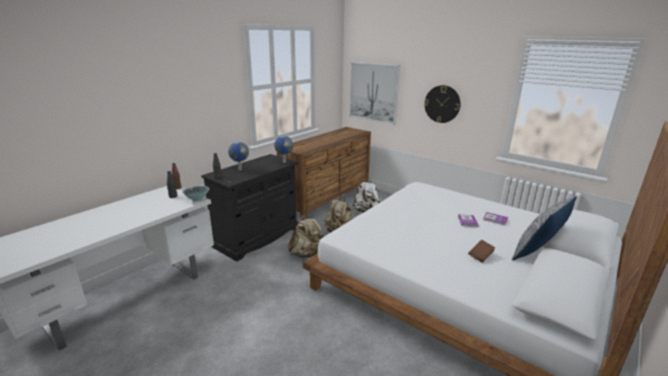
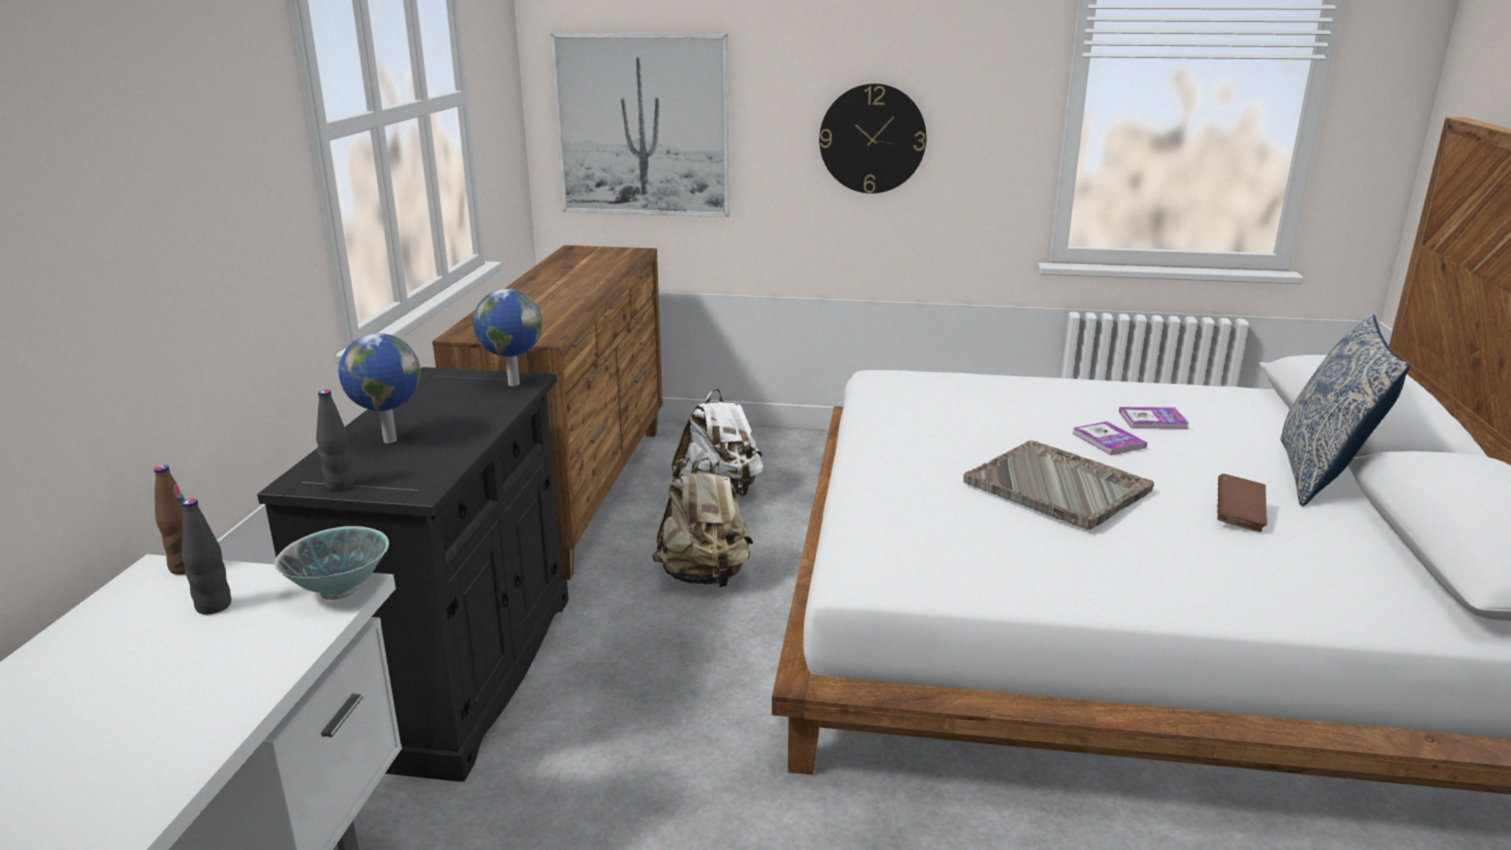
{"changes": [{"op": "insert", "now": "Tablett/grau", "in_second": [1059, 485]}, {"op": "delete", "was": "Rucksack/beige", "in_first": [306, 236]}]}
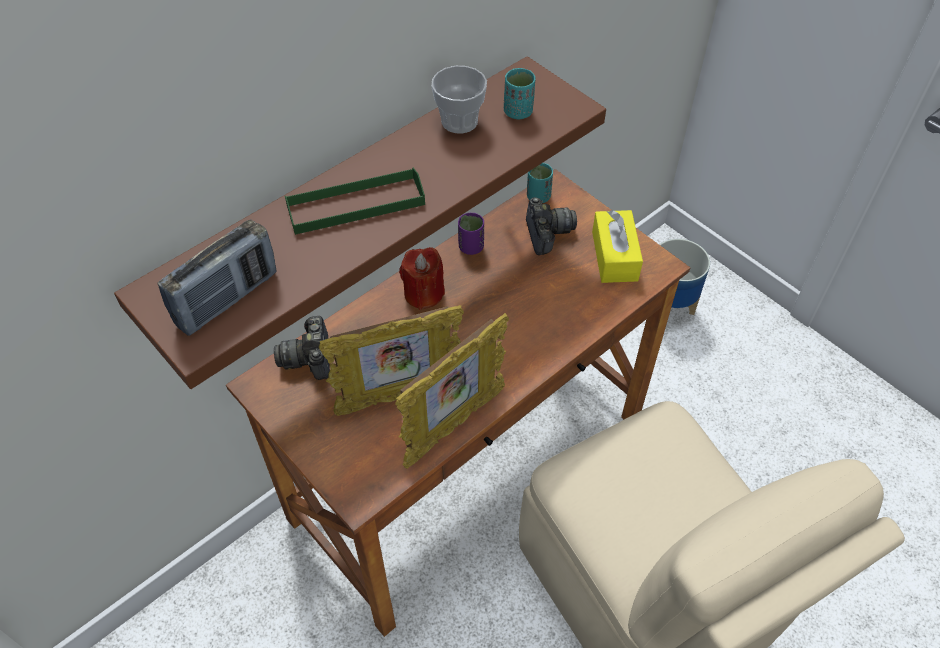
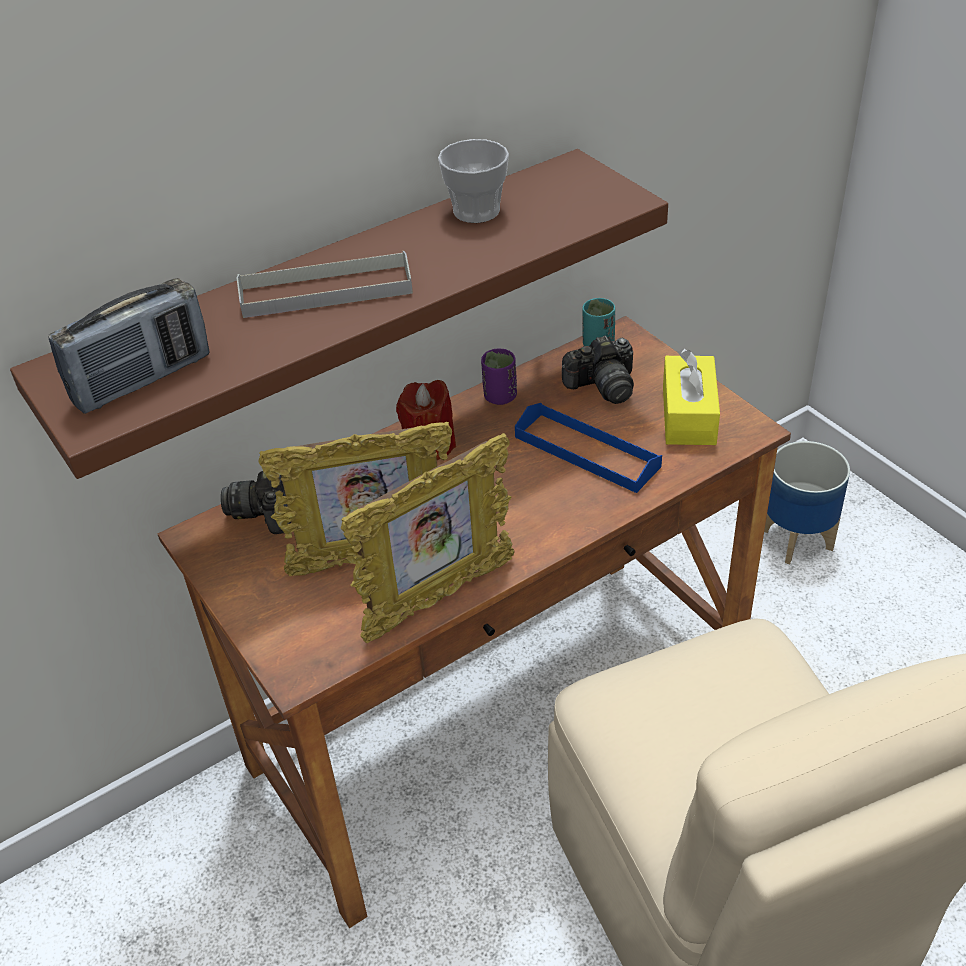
{"changes": [{"op": "recolor", "was": "Tablett/grün", "now": "Tablett/grau", "in_first": [355, 201], "in_second": [325, 284]}, {"op": "insert", "now": "Tablett/blau", "in_second": [588, 448]}, {"op": "rotate", "was": "Kamera", "in_first": [551, 226], "in_second": [598, 370], "clockwise": 75}, {"op": "delete", "was": "Tasse/türkis", "in_first": [519, 93]}]}
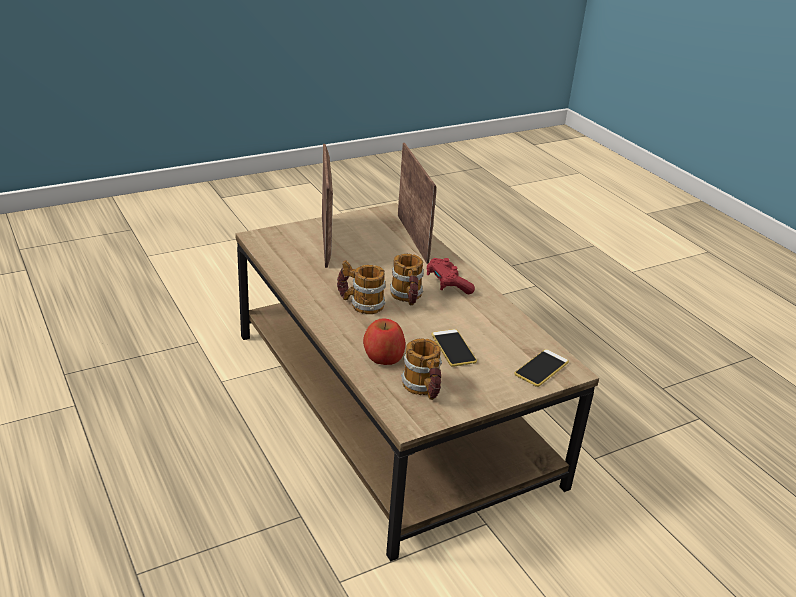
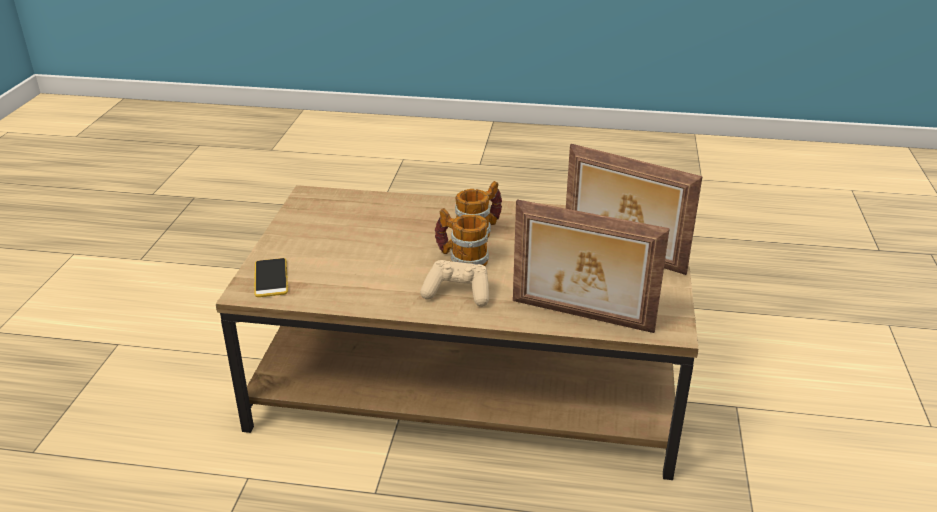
{"changes": [{"op": "recolor", "was": "Gamepad/rot", "now": "Gamepad/beige", "in_first": [451, 276], "in_second": [454, 283]}, {"op": "delete", "was": "Apfel", "in_first": [384, 341]}, {"op": "delete", "was": "Henkelbecher", "in_first": [421, 369]}, {"op": "delete", "was": "Handy", "in_first": [454, 348]}]}
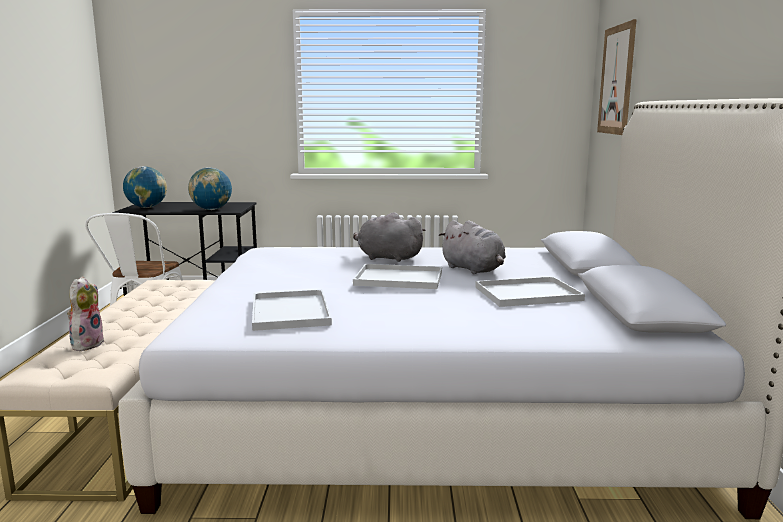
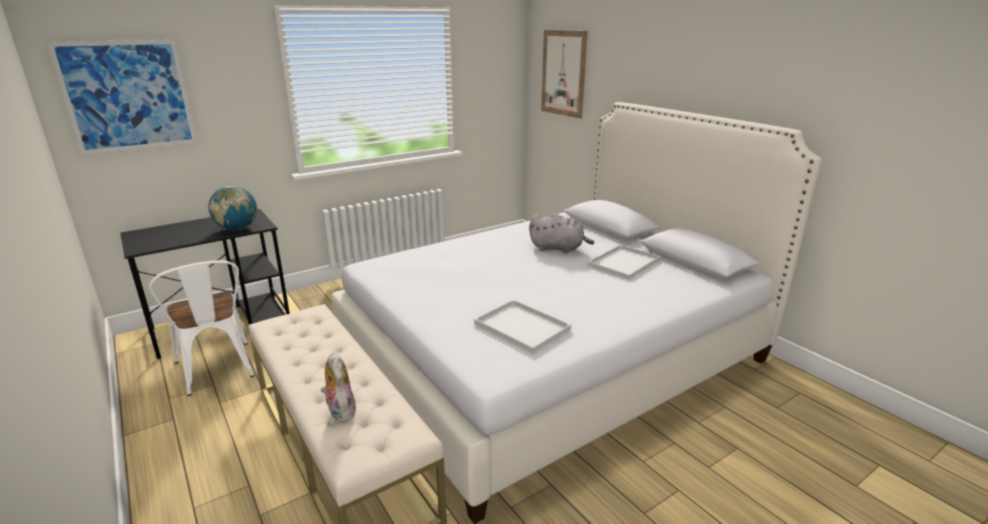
{"changes": [{"op": "insert", "now": "Bild", "in_second": [122, 97]}, {"op": "delete", "was": "Globus", "in_first": [145, 187]}, {"op": "delete", "was": "Plüschtier/grau", "in_first": [389, 237]}, {"op": "delete", "was": "Tablett/weiß", "in_first": [397, 276]}]}
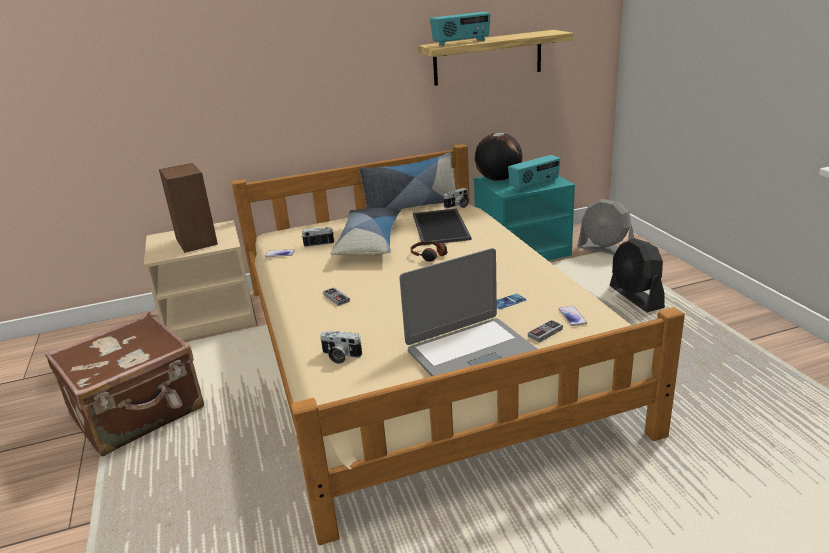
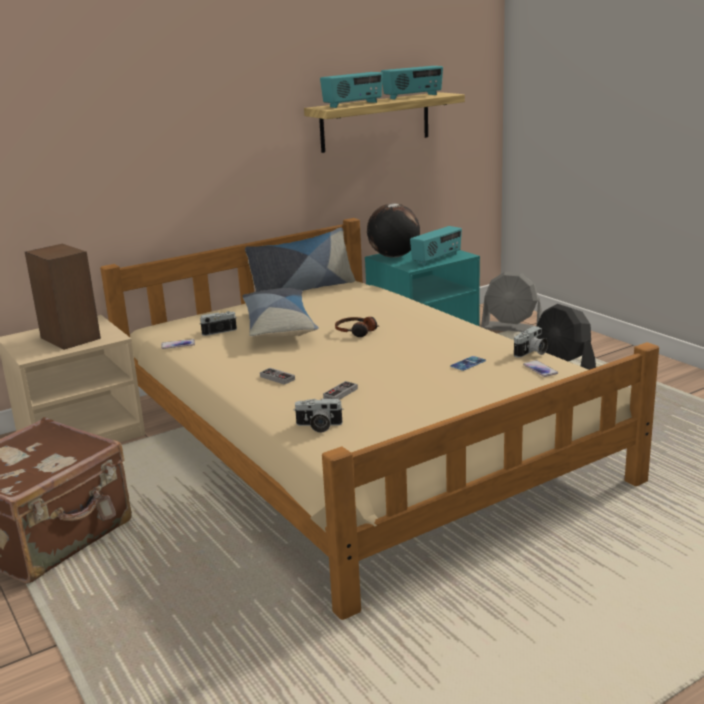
{"changes": [{"op": "move", "was": "Gamepad", "in_first": [545, 331], "in_second": [340, 390]}, {"op": "insert", "now": "Radio", "in_second": [412, 82]}, {"op": "move", "was": "Kamera", "in_first": [456, 198], "in_second": [531, 342]}, {"op": "delete", "was": "Laptop", "in_first": [468, 312]}, {"op": "delete", "was": "Tablett", "in_first": [442, 226]}]}
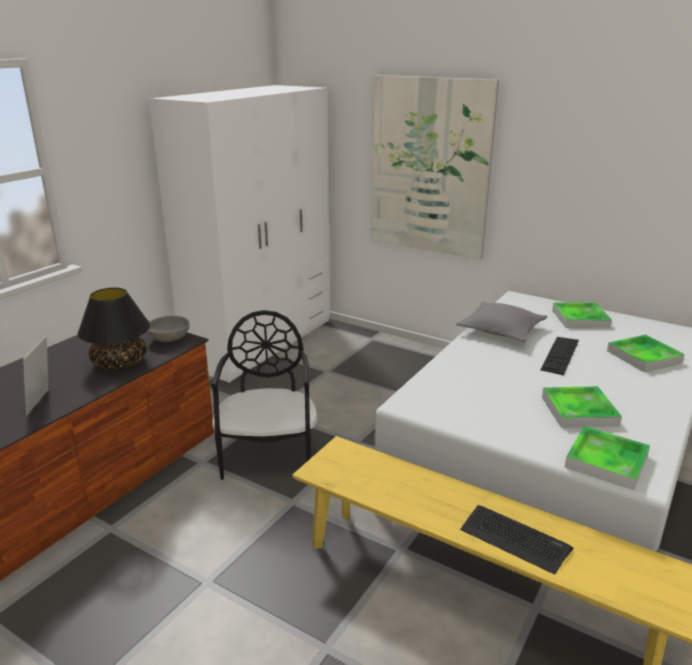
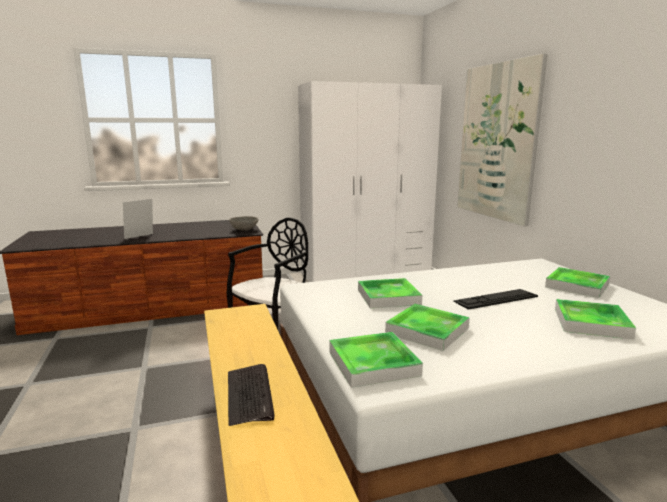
{"changes": [{"op": "insert", "now": "Tablett", "in_second": [390, 293]}, {"op": "delete", "was": "Tischlampe/schwarz", "in_first": [114, 328]}, {"op": "delete", "was": "Kissen/grau", "in_first": [501, 322]}]}
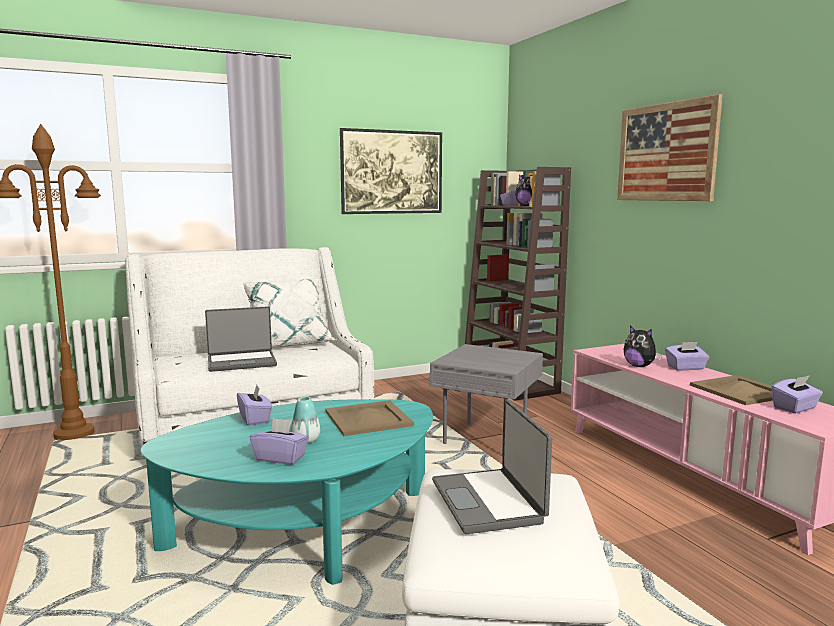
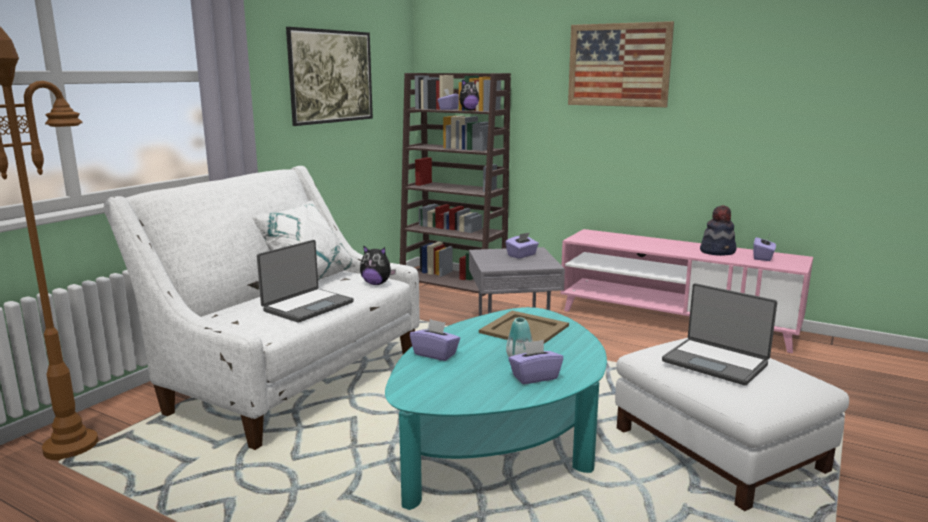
{"changes": [{"op": "move", "was": "Plüschtier", "in_first": [642, 346], "in_second": [378, 265]}, {"op": "move", "was": "Taschentuchbox/lila", "in_first": [687, 356], "in_second": [522, 245]}, {"op": "replace", "was": "Tablett/beige", "now": "Hut", "in_first": [731, 390], "in_second": [718, 230]}]}
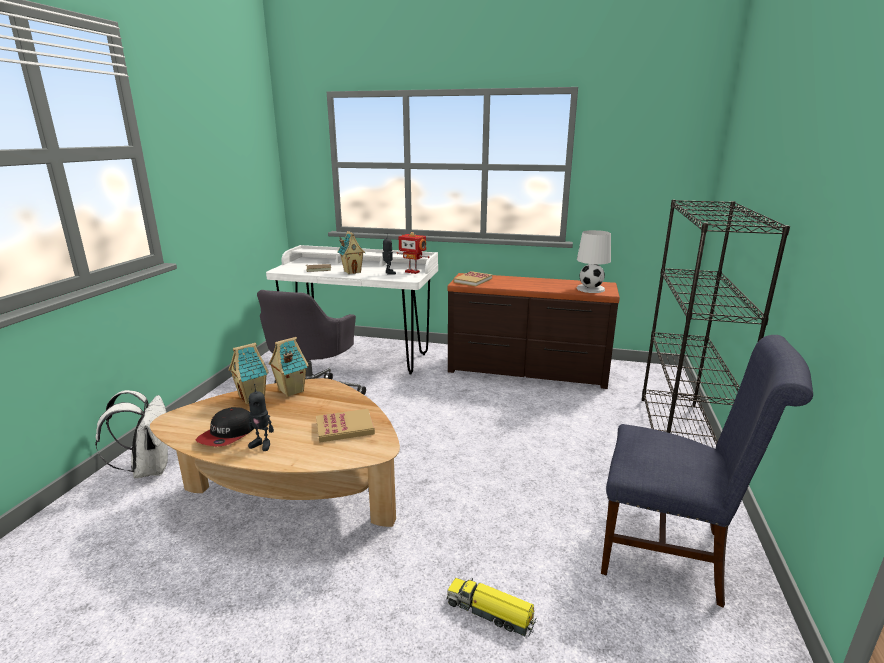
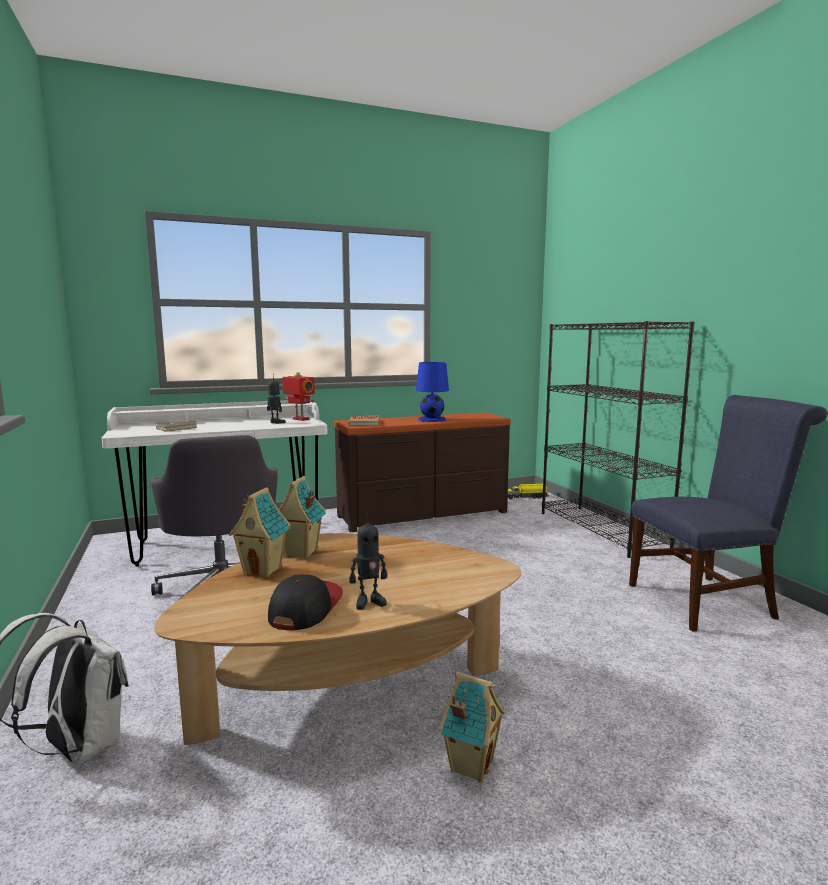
{"changes": [{"op": "rotate", "was": "Kappe", "in_first": [224, 427], "in_second": [305, 602], "clockwise": -150}, {"op": "rotate", "was": "Spielzeugroboter", "in_first": [413, 253], "in_second": [298, 396], "clockwise": -135}, {"op": "insert", "now": "Tischlampe/blau", "in_second": [432, 392]}, {"op": "move", "was": "Spielzeughaus", "in_first": [351, 252], "in_second": [472, 727]}, {"op": "move", "was": "Spielzeuglaster", "in_first": [492, 607], "in_second": [528, 492]}, {"op": "delete", "was": "Buch", "in_first": [345, 426]}, {"op": "delete", "was": "Tischlampe/weiß", "in_first": [594, 261]}]}
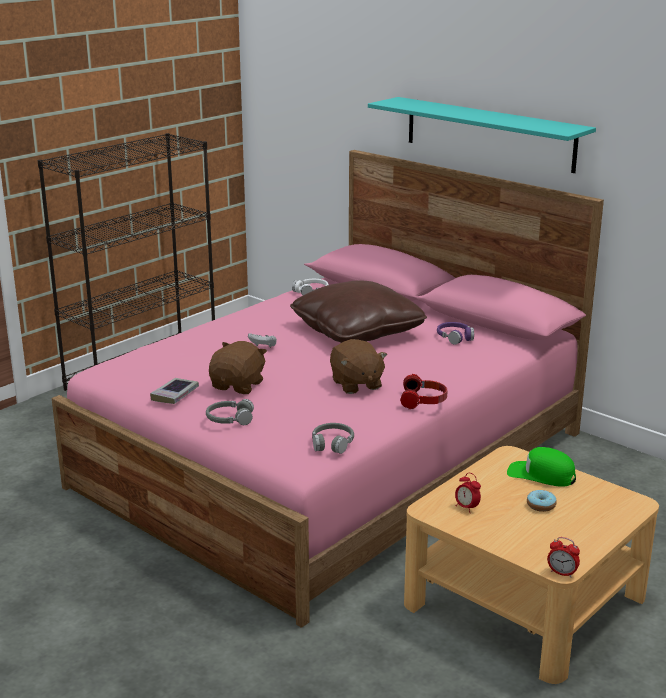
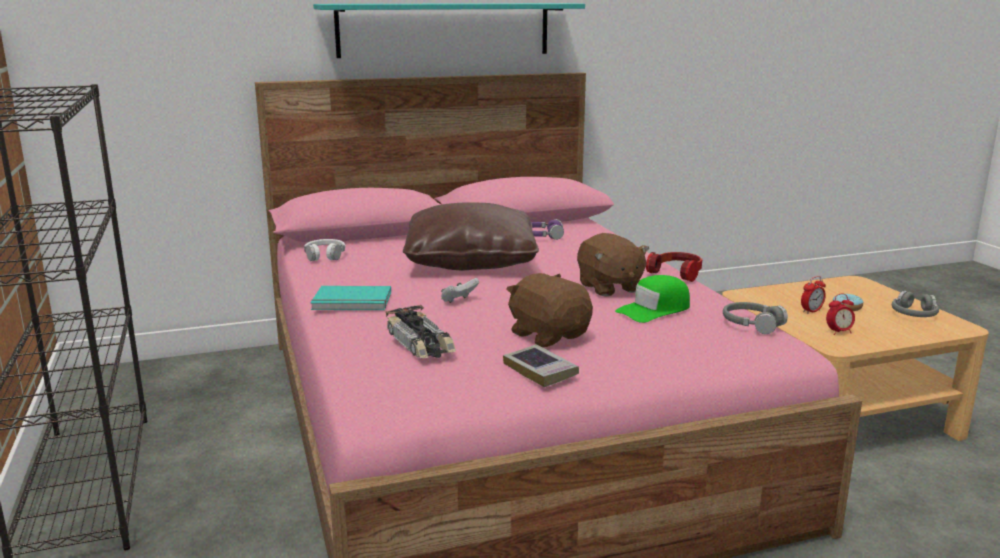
{"changes": [{"op": "insert", "now": "Buch/türkis", "in_second": [350, 298]}, {"op": "insert", "now": "Spielzeugauto", "in_second": [420, 331]}, {"op": "rotate", "was": "Plüschtier/braun", "in_first": [358, 366], "in_second": [613, 265], "clockwise": 60}, {"op": "move", "was": "Kappe/grün", "in_first": [541, 467], "in_second": [652, 299]}, {"op": "move", "was": "Wecker", "in_first": [563, 557], "in_second": [813, 295]}, {"op": "move", "was": "Kopfhörer/grau", "in_first": [230, 412], "in_second": [915, 304]}]}
